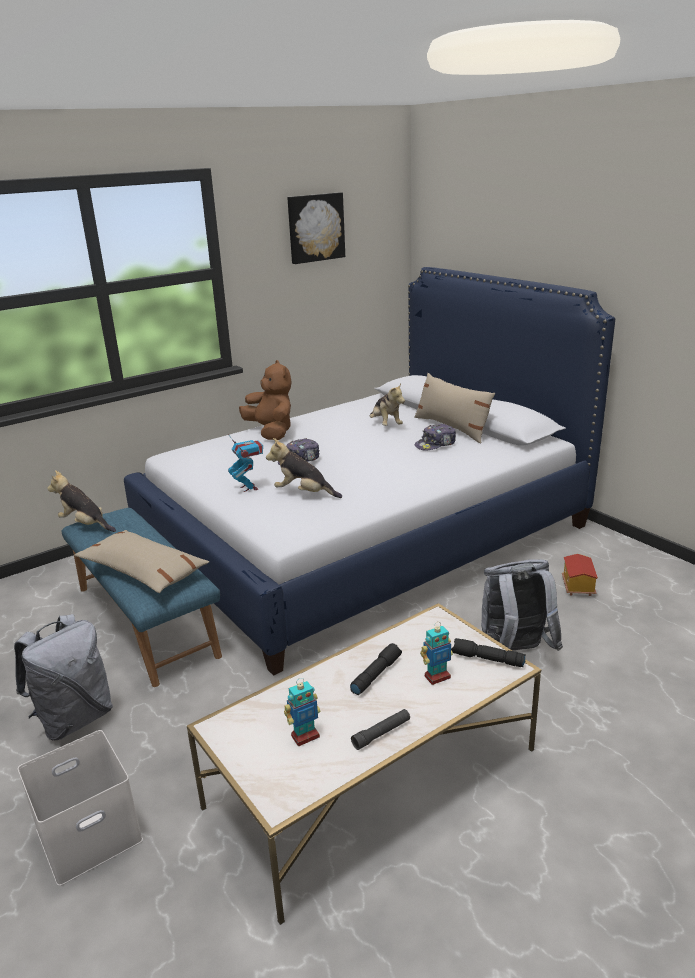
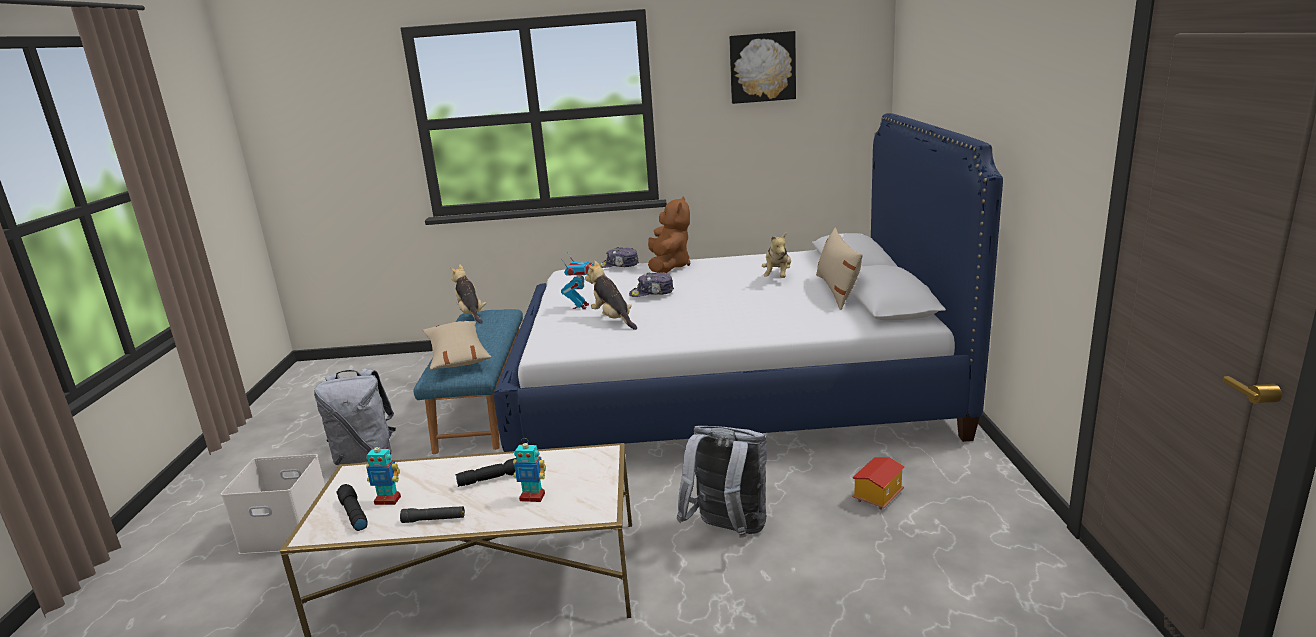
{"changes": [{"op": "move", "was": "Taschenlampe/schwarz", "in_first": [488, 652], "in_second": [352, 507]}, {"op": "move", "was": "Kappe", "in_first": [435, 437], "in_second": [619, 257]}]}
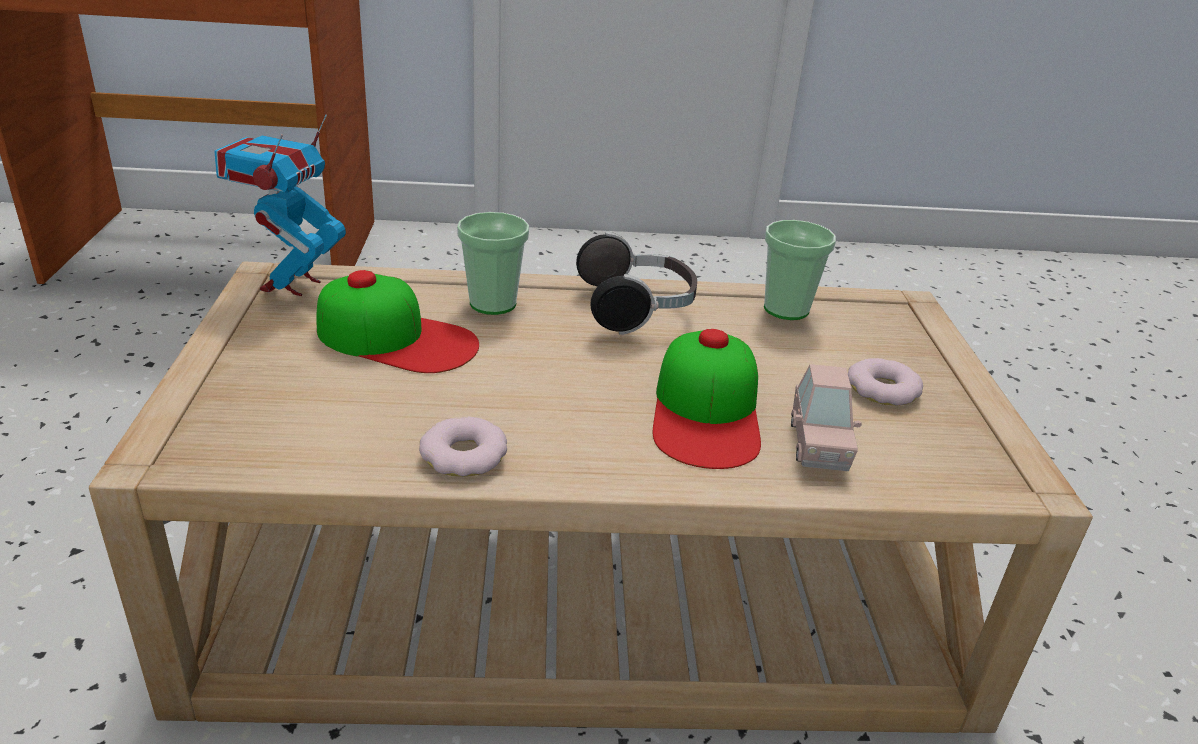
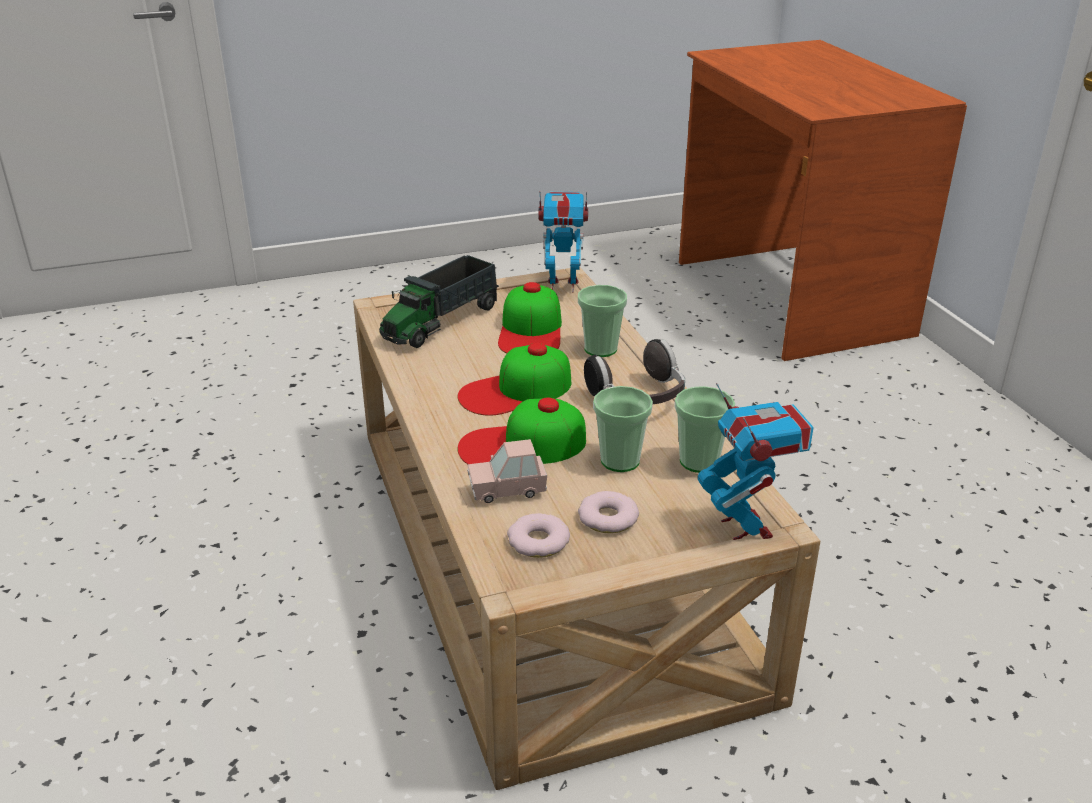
{"changes": [{"op": "insert", "now": "Spielzeuglaster", "in_second": [439, 301]}, {"op": "insert", "now": "Kappe", "in_second": [514, 379]}, {"op": "move", "was": "Donut", "in_first": [463, 447], "in_second": [538, 535]}, {"op": "insert", "now": "Tasse", "in_second": [623, 429]}, {"op": "insert", "now": "Spielzeugroboter", "in_second": [755, 461]}]}
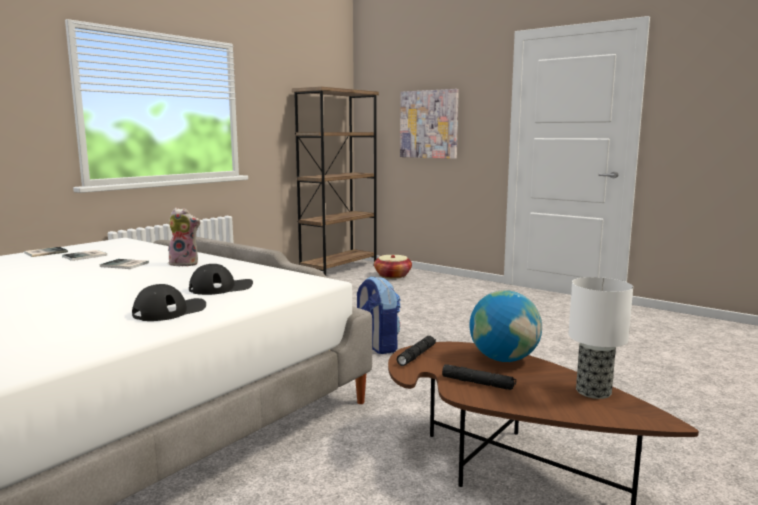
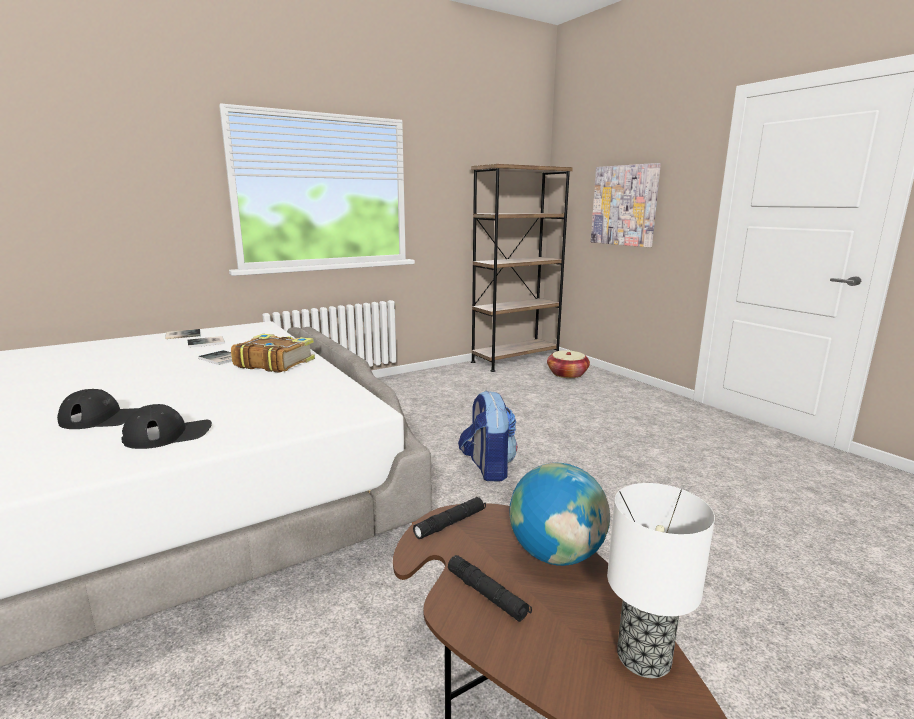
{"changes": [{"op": "move", "was": "Kappe/schwarz", "in_first": [221, 279], "in_second": [98, 409]}, {"op": "replace", "was": "Plüschtier", "now": "Buch", "in_first": [184, 237], "in_second": [273, 353]}]}
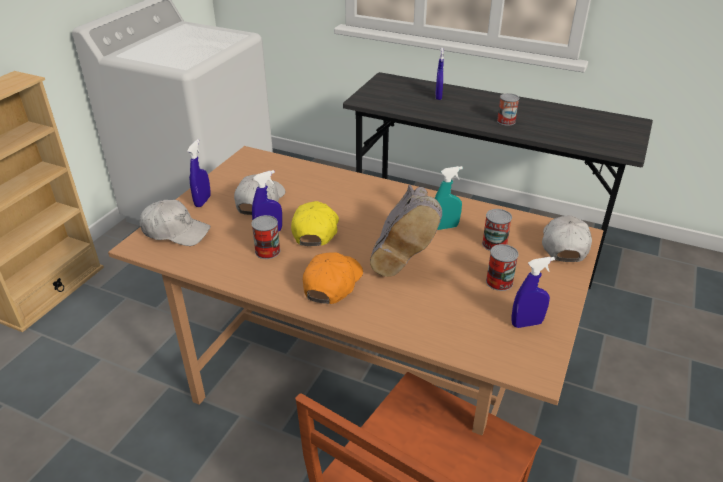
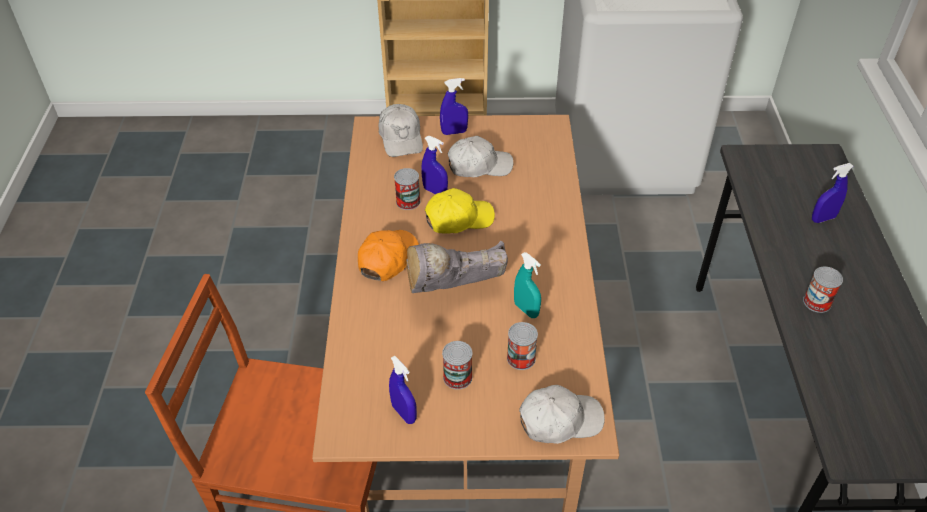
{"changes": [{"op": "rotate", "was": "Kappe/orange", "in_first": [333, 278], "in_second": [388, 255], "clockwise": -60}]}
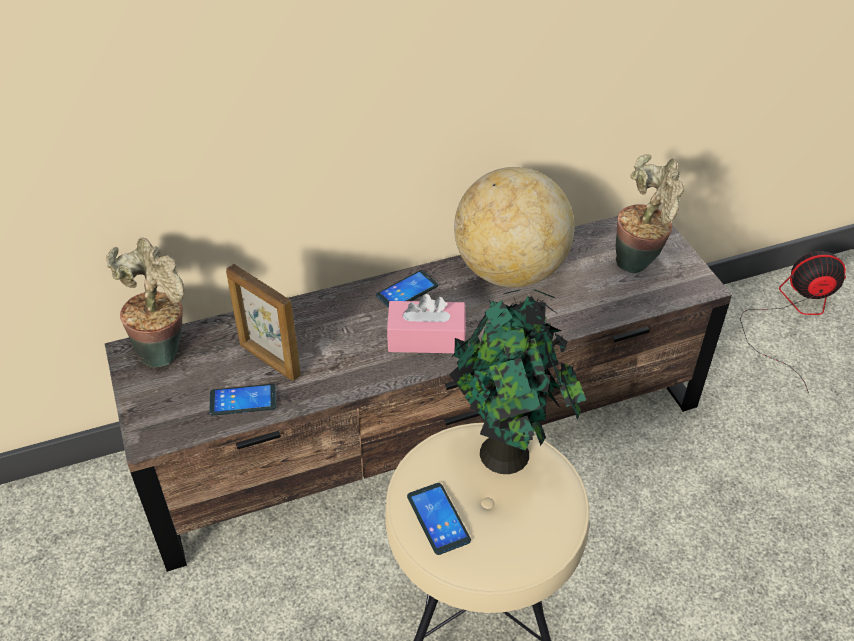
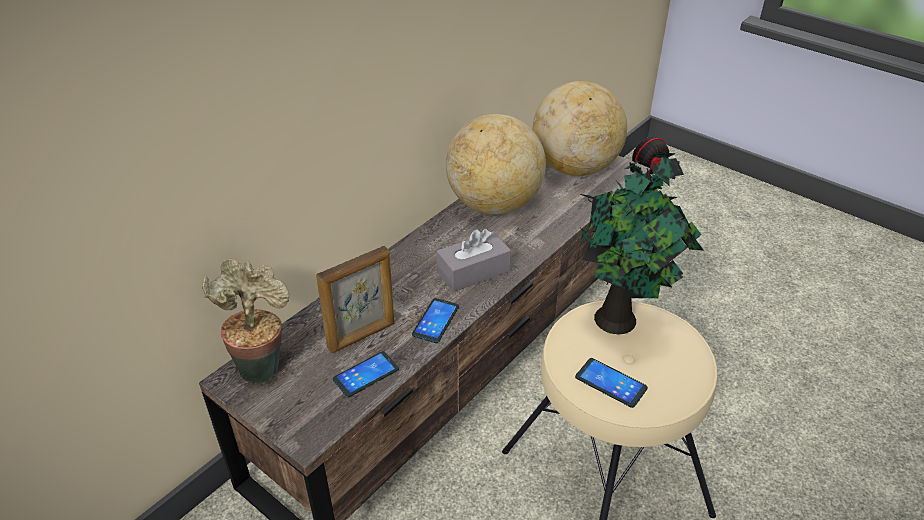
{"changes": [{"op": "rotate", "was": "Bilderrahmen", "in_first": [263, 322], "in_second": [355, 299], "clockwise": -45}, {"op": "move", "was": "Handy", "in_first": [407, 289], "in_second": [435, 320]}, {"op": "recolor", "was": "Taschentuchbox/rosa", "now": "Taschentuchbox/grau", "in_first": [426, 323], "in_second": [473, 260]}, {"op": "replace", "was": "Topfpflanze", "now": "Globus", "in_first": [650, 213], "in_second": [580, 128]}]}
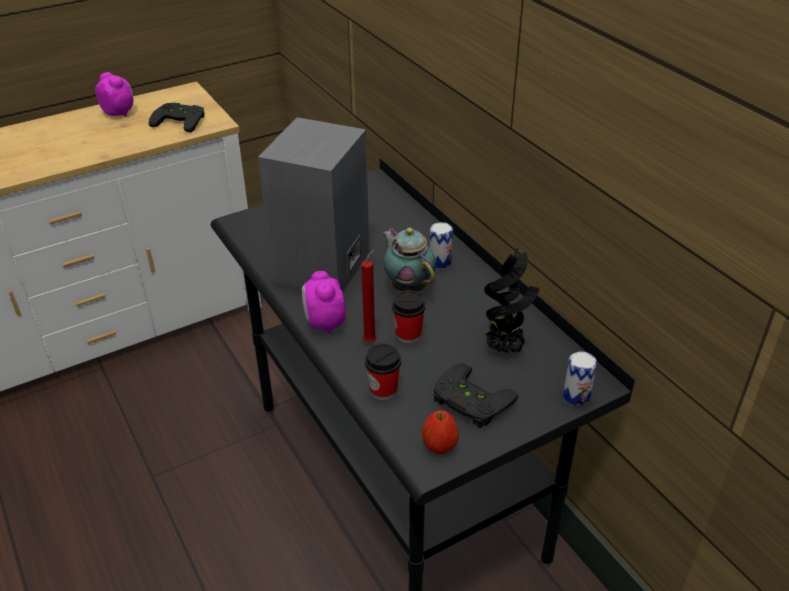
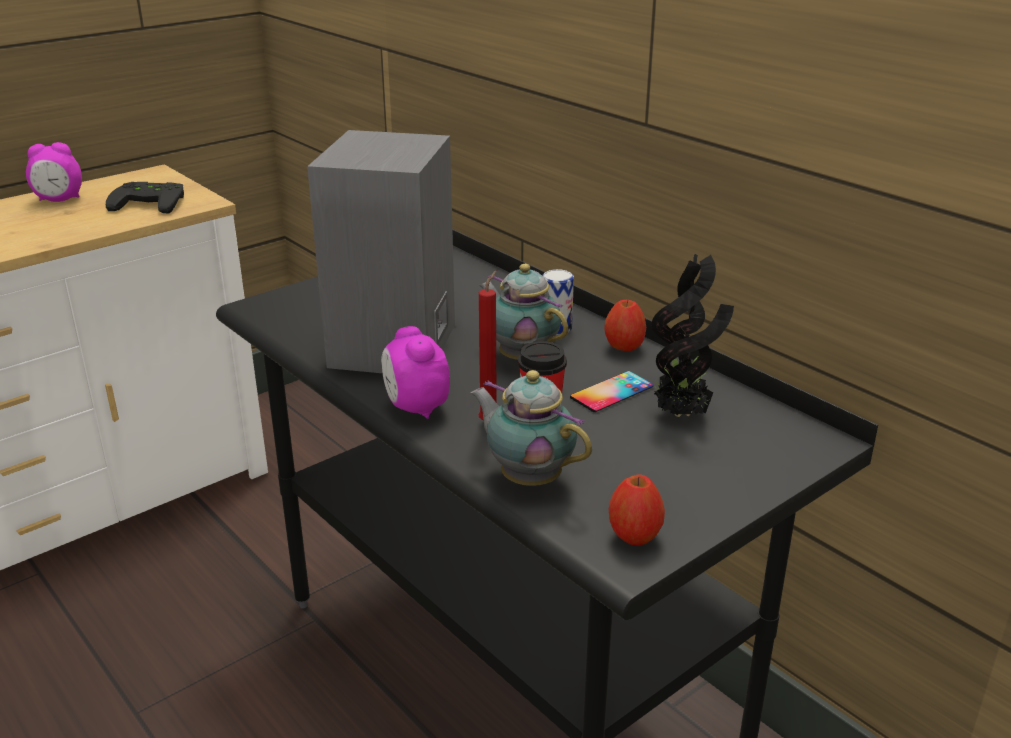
{"changes": [{"op": "rotate", "was": "Wecker", "in_first": [114, 94], "in_second": [54, 172], "clockwise": 135}, {"op": "replace", "was": "Tasse", "now": "Teekanne", "in_first": [383, 372], "in_second": [531, 428]}, {"op": "insert", "now": "Handy", "in_second": [611, 391]}, {"op": "insert", "now": "Apfel", "in_second": [625, 325]}, {"op": "delete", "was": "Gamepad/schwarz", "in_first": [476, 396]}, {"op": "delete", "was": "Dose", "in_first": [580, 379]}]}
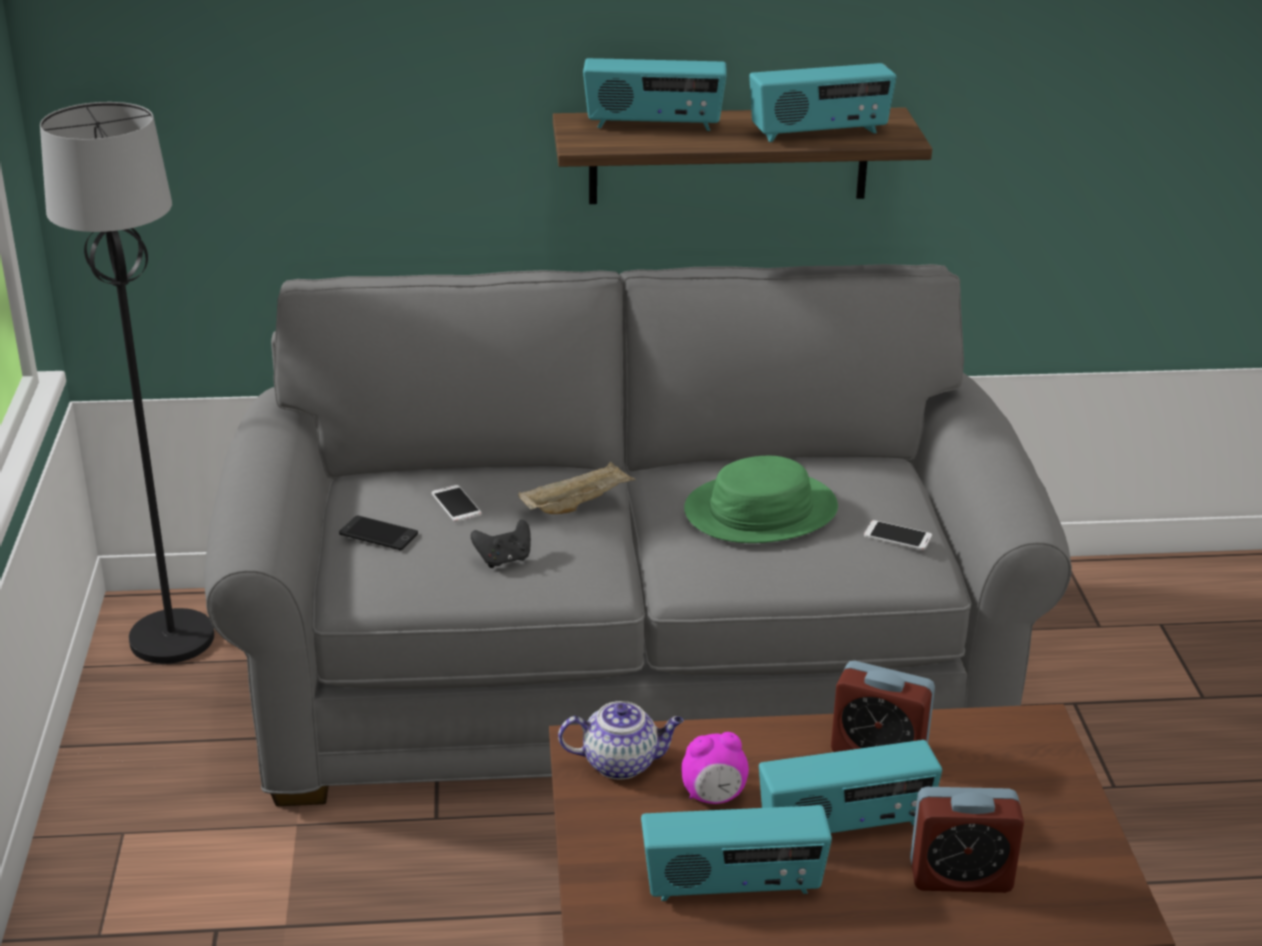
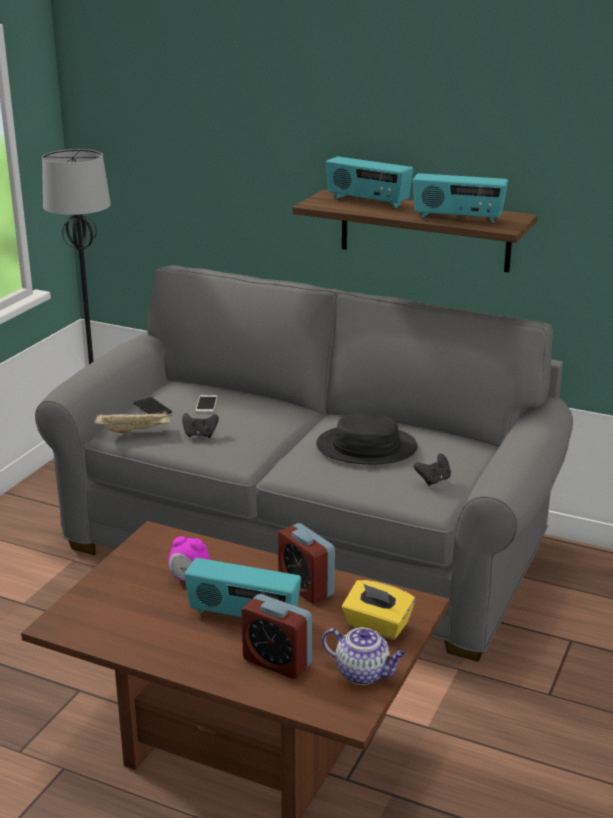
{"changes": [{"op": "move", "was": "Tablett/beige", "in_first": [577, 488], "in_second": [132, 422]}, {"op": "recolor", "was": "Hut/grün", "now": "Hut/schwarz", "in_first": [761, 499], "in_second": [367, 438]}, {"op": "move", "was": "Teekanne", "in_first": [621, 740], "in_second": [364, 656]}, {"op": "insert", "now": "Taschentuchbox/gelb", "in_second": [378, 610]}, {"op": "replace", "was": "Handy", "now": "Gamepad/schwarz", "in_first": [898, 535], "in_second": [432, 470]}, {"op": "delete", "was": "Radio", "in_first": [736, 853]}]}
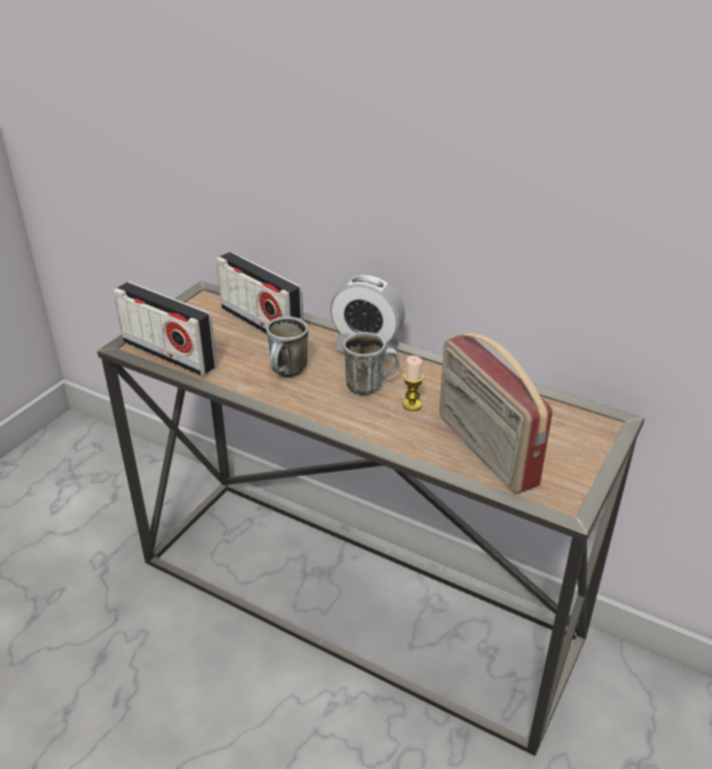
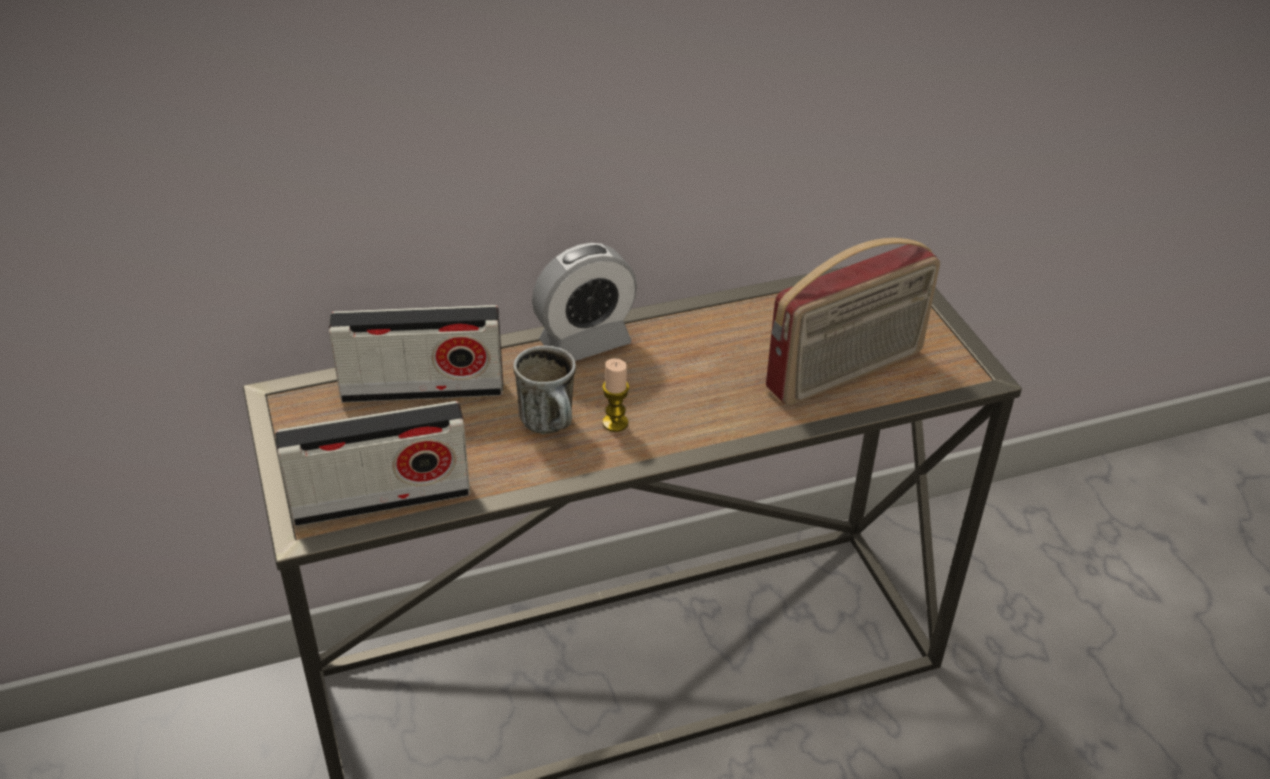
{"changes": [{"op": "move", "was": "Kerze", "in_first": [413, 383], "in_second": [615, 395]}, {"op": "rotate", "was": "Radio", "in_first": [495, 413], "in_second": [853, 322], "clockwise": -45}, {"op": "delete", "was": "Henkelbecher", "in_first": [371, 364]}]}
